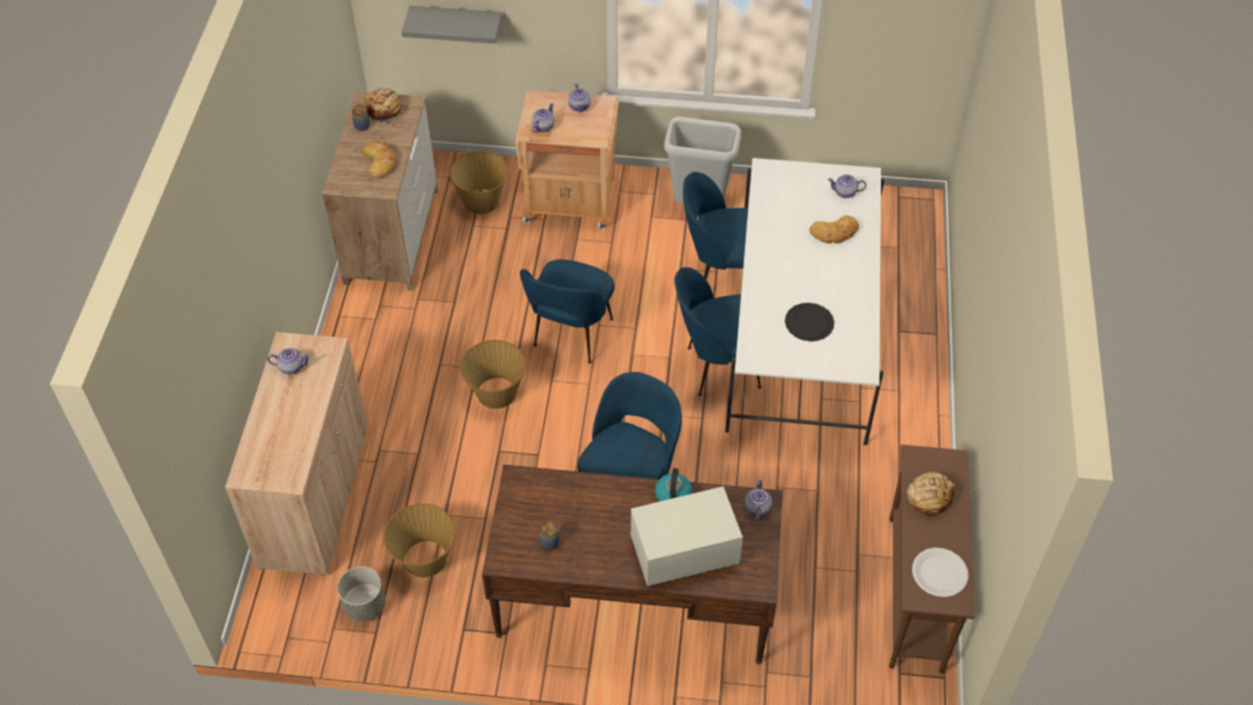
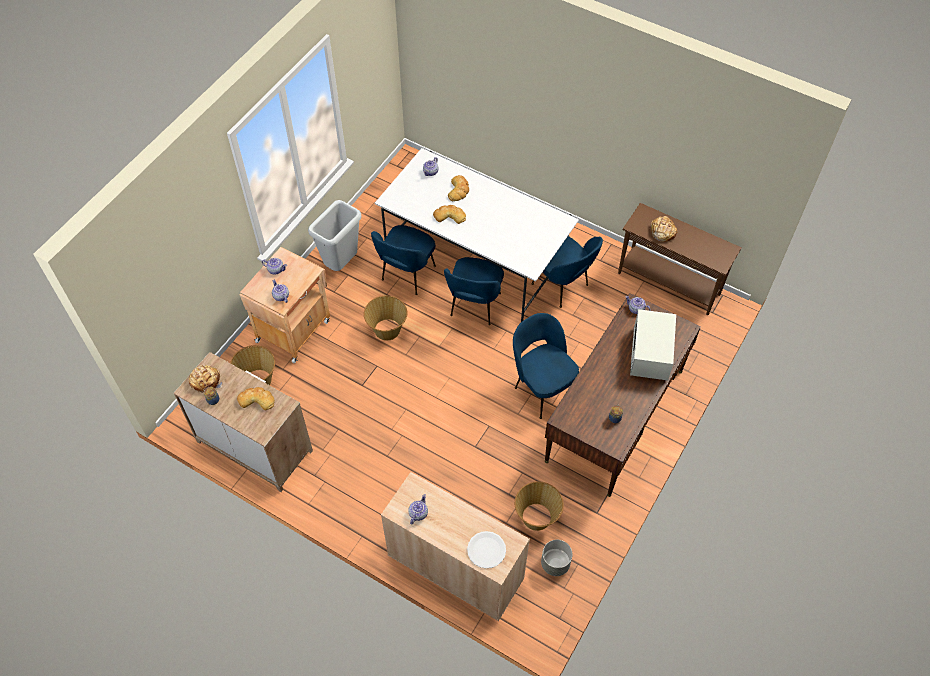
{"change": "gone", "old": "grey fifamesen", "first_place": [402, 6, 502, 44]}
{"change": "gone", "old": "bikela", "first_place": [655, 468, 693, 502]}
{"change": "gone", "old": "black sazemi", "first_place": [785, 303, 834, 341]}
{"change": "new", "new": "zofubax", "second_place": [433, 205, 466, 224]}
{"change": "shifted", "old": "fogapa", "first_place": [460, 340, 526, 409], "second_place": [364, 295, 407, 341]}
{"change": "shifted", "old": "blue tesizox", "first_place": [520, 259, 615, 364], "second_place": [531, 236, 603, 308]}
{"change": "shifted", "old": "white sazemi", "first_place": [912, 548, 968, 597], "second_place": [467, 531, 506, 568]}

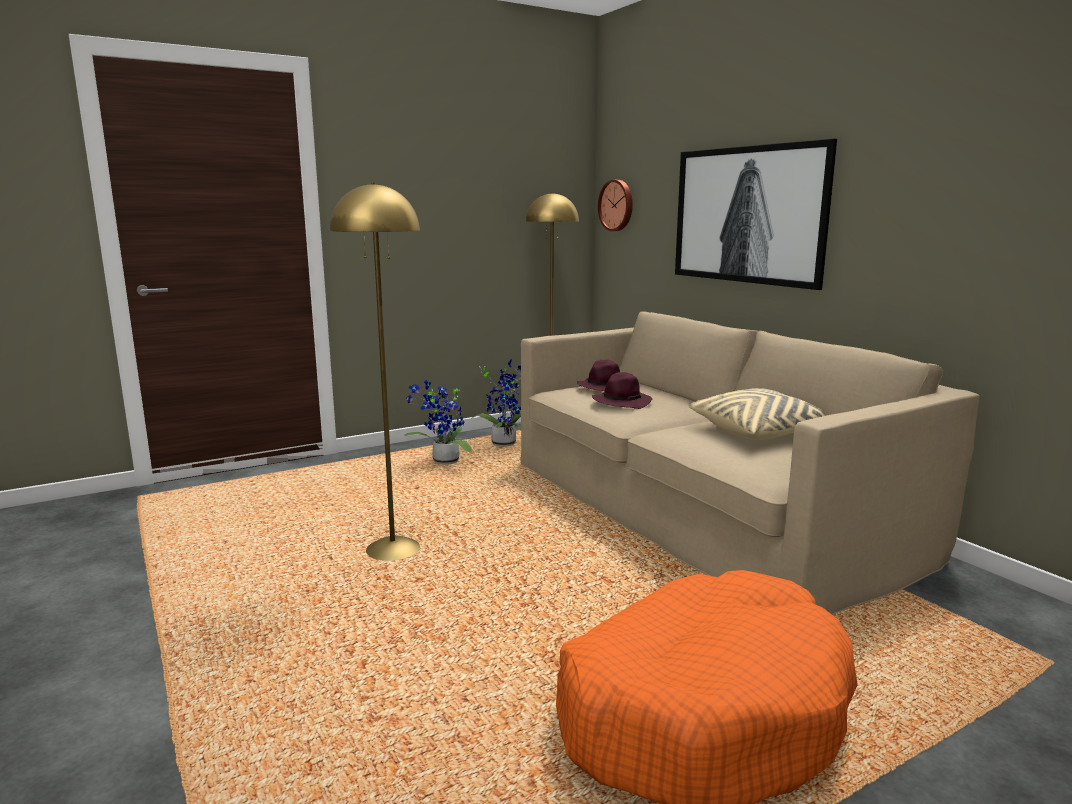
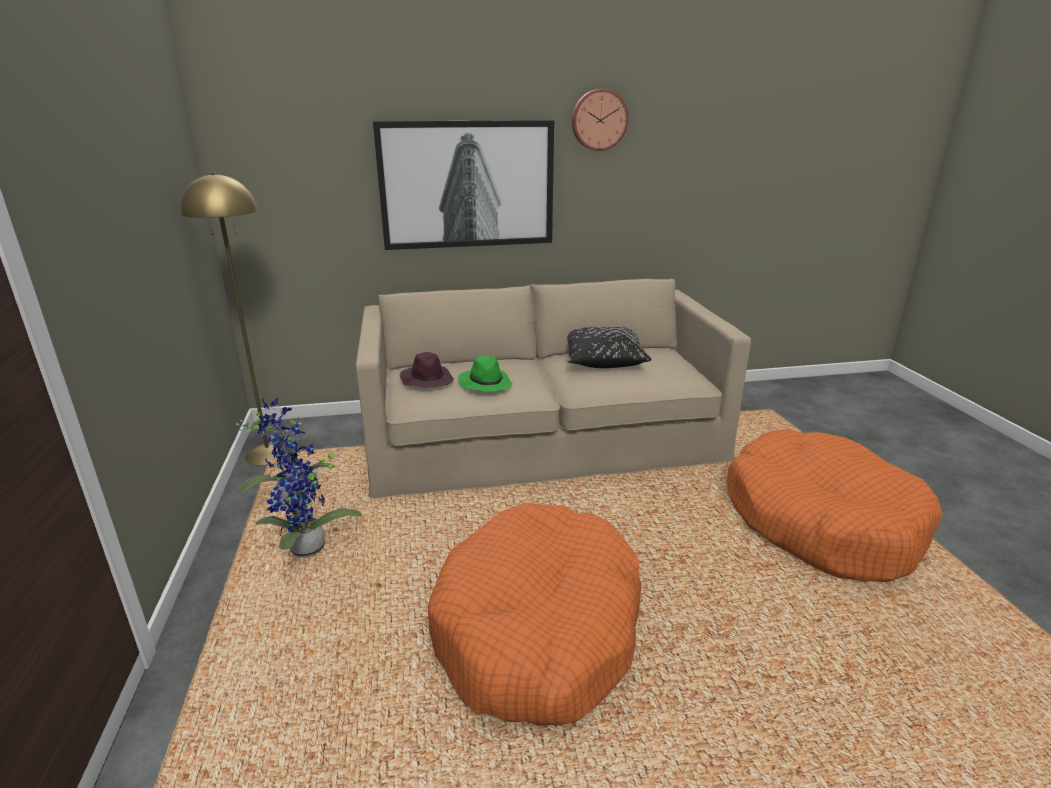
{"change": "shifted", "old": "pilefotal", "first_place": [598, 180, 633, 231], "second_place": [572, 89, 628, 151]}
{"change": "swapped", "old": "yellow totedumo", "new": "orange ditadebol", "first_place": [330, 182, 420, 561], "second_place": [428, 503, 642, 726]}
{"change": "repainted", "old": "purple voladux", "new": "green voladux", "first_place": [592, 372, 653, 409], "second_place": [458, 355, 513, 392]}
{"change": "repainted", "old": "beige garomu", "new": "black garomu", "first_place": [689, 388, 826, 440], "second_place": [567, 327, 651, 368]}

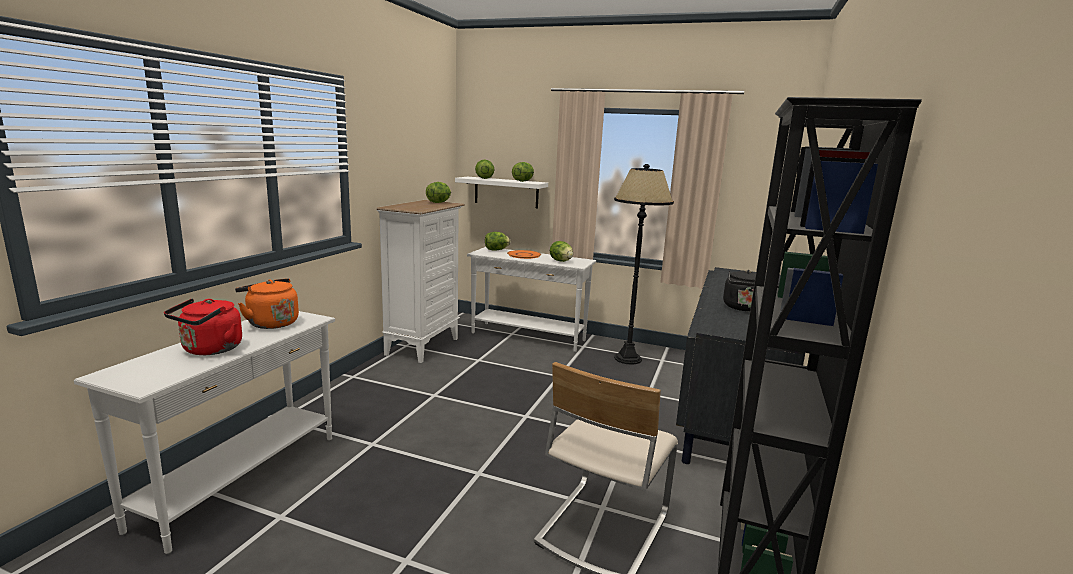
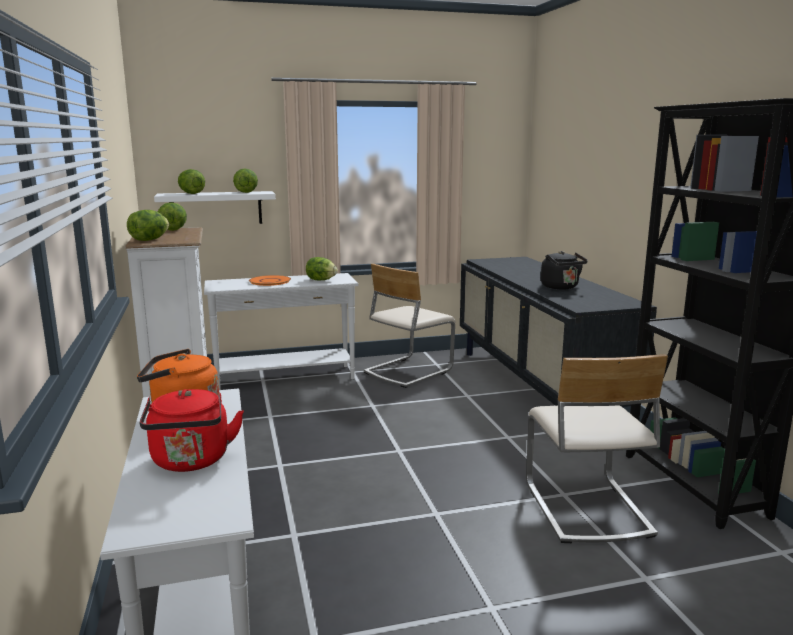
{"change": "shifted", "old": "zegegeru", "first_place": [485, 232, 510, 251], "second_place": [127, 210, 169, 241]}
{"change": "swapped", "old": "black totedumo", "new": "beige tesizox", "first_place": [614, 164, 674, 365], "second_place": [364, 264, 456, 388]}

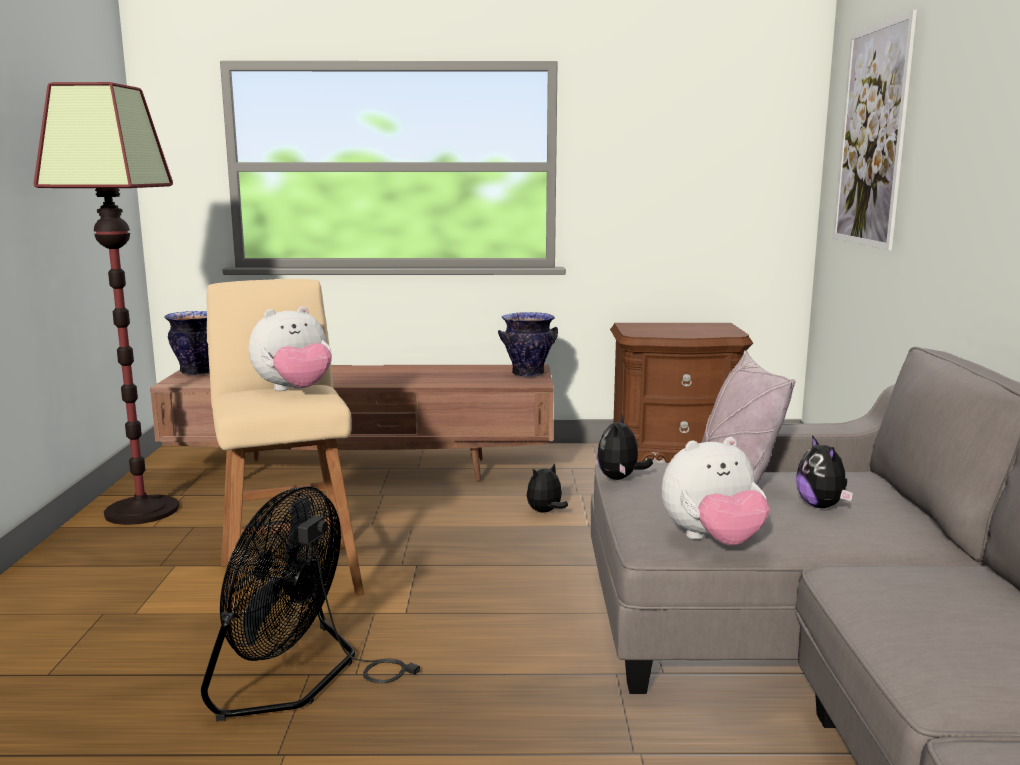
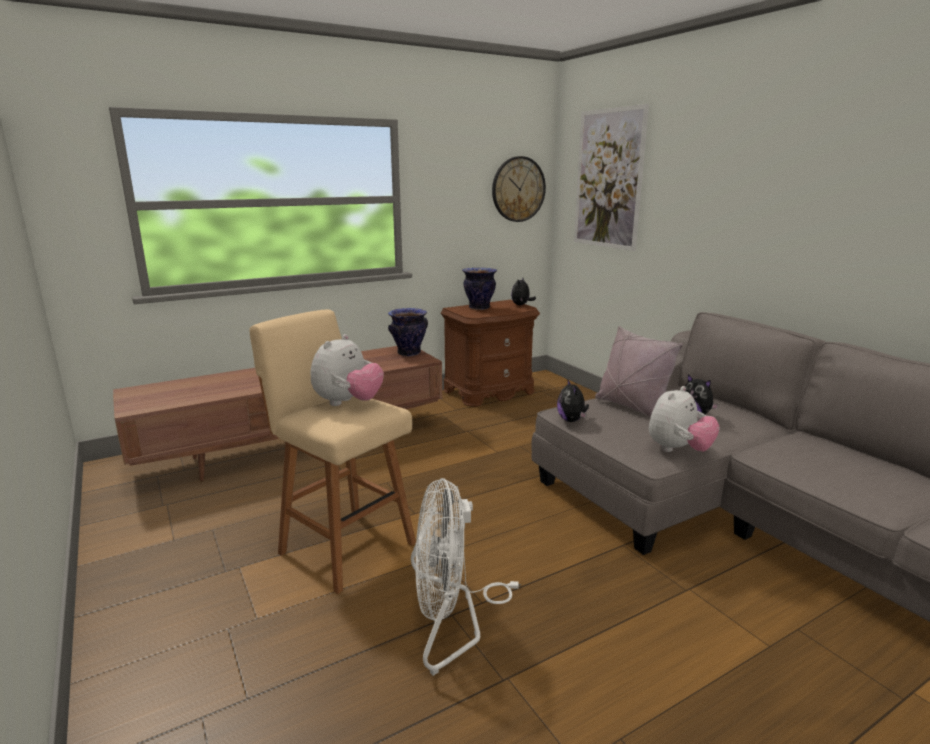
{"change": "gone", "old": "totedumo", "first_place": [33, 82, 179, 525]}
{"change": "new", "new": "pilefotal", "second_place": [492, 156, 546, 222]}
{"change": "shifted", "old": "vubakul", "first_place": [164, 311, 210, 375], "second_place": [462, 268, 497, 310]}
{"change": "shifted", "old": "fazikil", "first_place": [527, 463, 568, 513], "second_place": [511, 279, 536, 305]}
{"change": "repainted", "old": "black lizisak", "new": "white lizisak", "first_place": [201, 486, 420, 722], "second_place": [411, 478, 521, 676]}

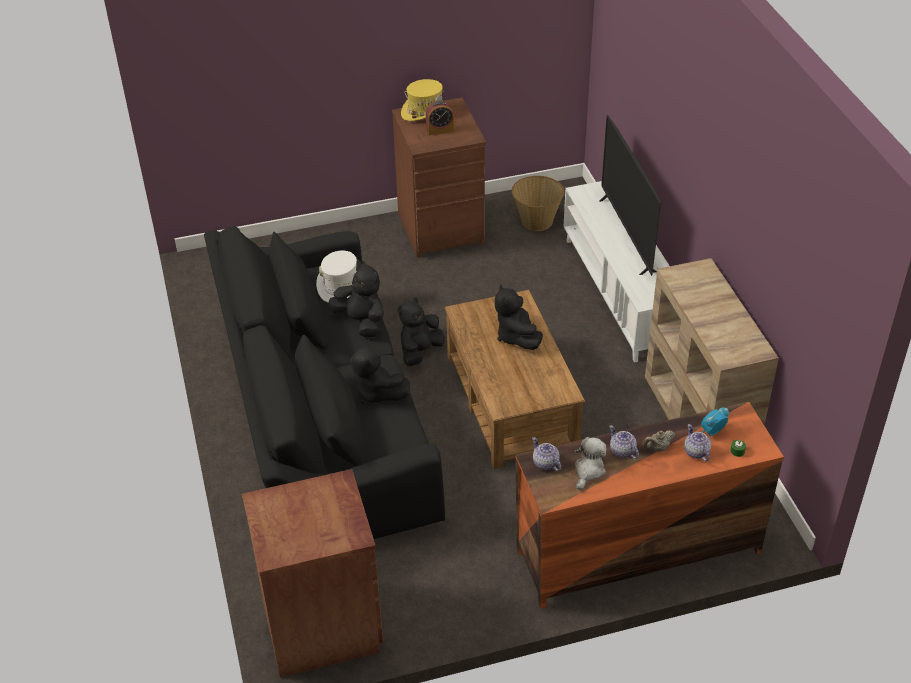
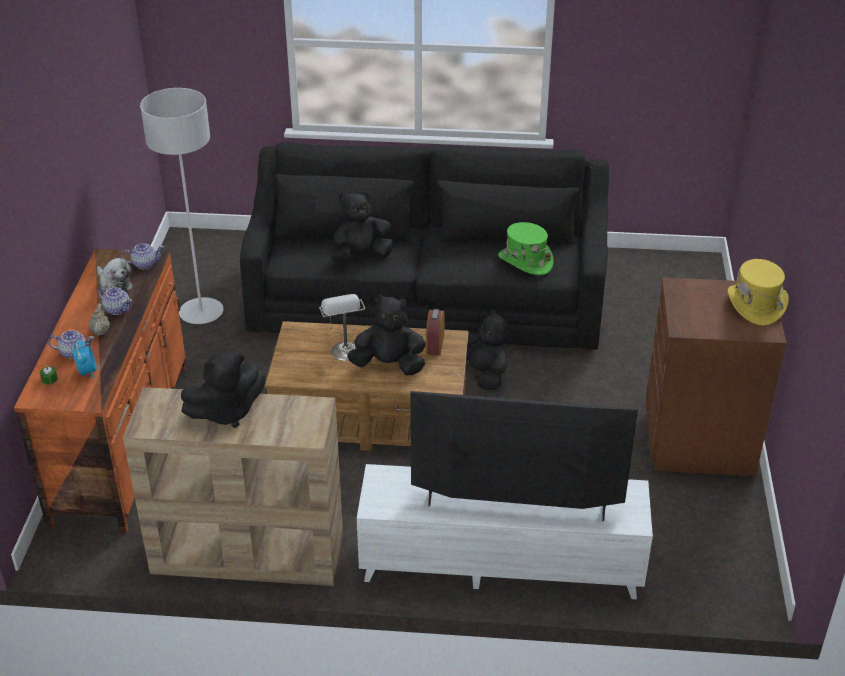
{"change": "gone", "old": "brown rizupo", "first_place": [242, 469, 383, 678]}
{"change": "gone", "old": "fogapa", "first_place": [511, 176, 564, 231]}
{"change": "new", "new": "grey totedumo", "second_place": [140, 88, 224, 324]}
{"change": "new", "new": "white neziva", "second_place": [319, 294, 365, 361]}
{"change": "shifted", "old": "black fazikil", "first_place": [328, 261, 384, 337], "second_place": [181, 350, 266, 428]}
{"change": "shifted", "old": "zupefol", "first_place": [426, 101, 454, 135], "second_place": [426, 309, 445, 356]}
{"change": "repainted", "old": "white voladux", "new": "green voladux", "first_place": [316, 250, 357, 303], "second_place": [498, 222, 554, 275]}
{"change": "rotated", "old": "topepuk", "first_place": [609, 425, 639, 459], "second_place": [98, 287, 132, 315], "degrees": 45}

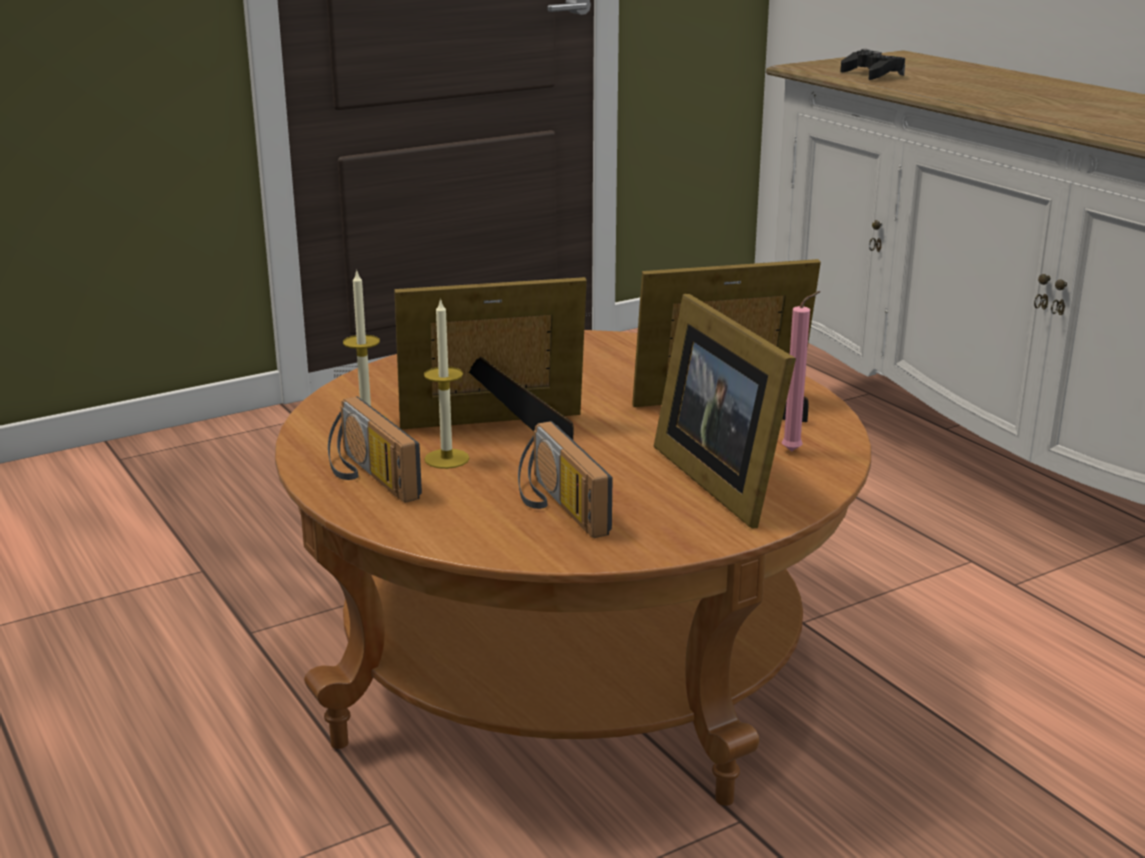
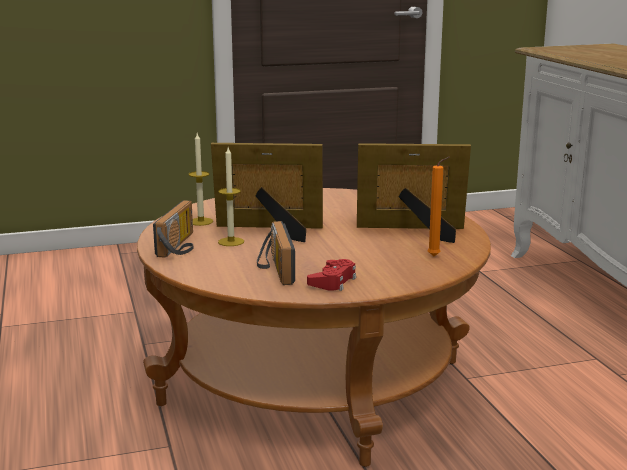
{"change": "gone", "old": "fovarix", "first_place": [654, 294, 796, 528]}
{"change": "gone", "old": "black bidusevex", "first_place": [840, 49, 905, 80]}
{"change": "new", "new": "red bidusevex", "second_place": [307, 259, 356, 291]}
{"change": "repainted", "old": "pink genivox", "new": "orange genivox", "first_place": [782, 291, 821, 452], "second_place": [428, 157, 450, 256]}
{"change": "rotated", "old": "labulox", "first_place": [328, 396, 422, 503], "second_place": [153, 200, 194, 258], "degrees": -150}

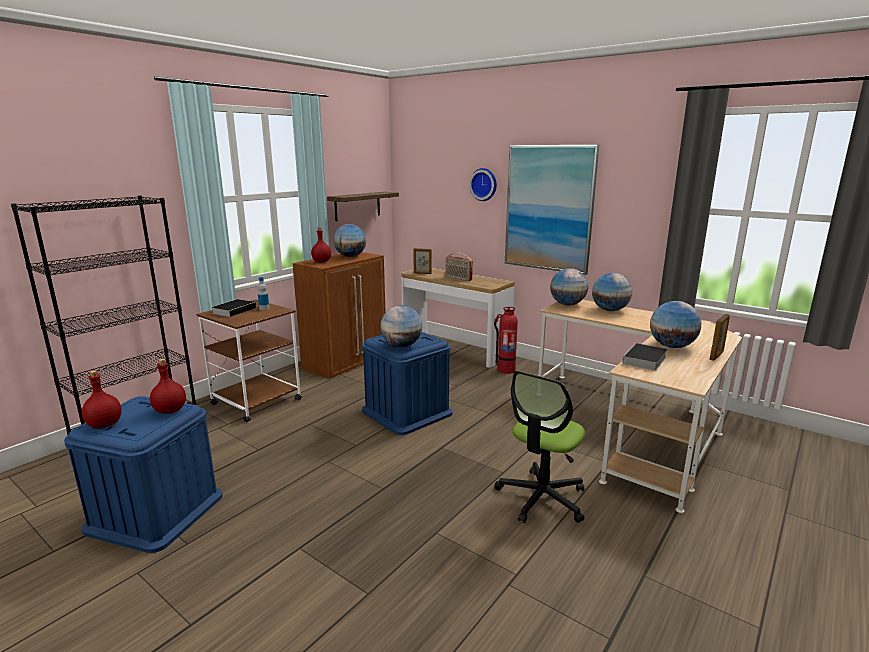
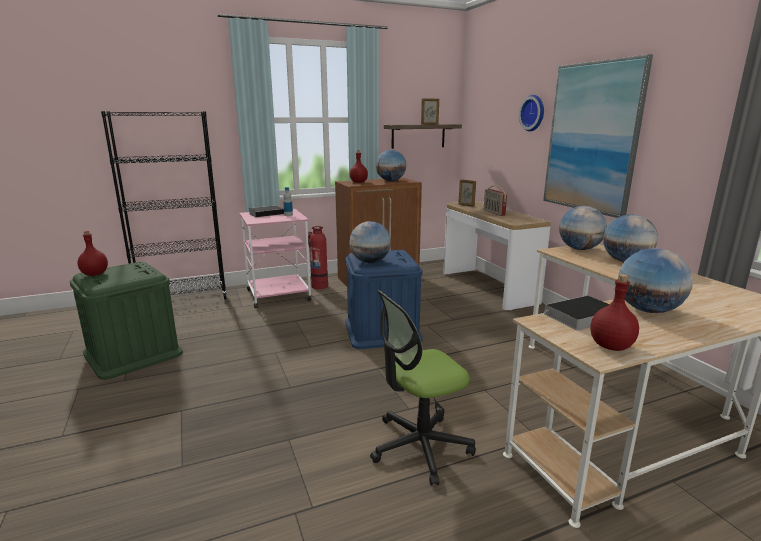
{"change": "shifted", "old": "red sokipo", "first_place": [150, 359, 186, 414], "second_place": [591, 274, 639, 351]}
{"change": "shifted", "old": "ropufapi", "first_place": [494, 307, 518, 374], "second_place": [308, 226, 328, 289]}
{"change": "shifted", "old": "fovarix", "first_place": [710, 314, 730, 361], "second_place": [421, 98, 439, 125]}
{"change": "repainted", "old": "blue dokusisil", "new": "green dokusisil", "first_place": [64, 396, 223, 553], "second_place": [70, 262, 183, 380]}
{"change": "repainted", "old": "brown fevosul", "new": "pink fevosul", "first_place": [196, 299, 302, 422], "second_place": [239, 209, 312, 308]}

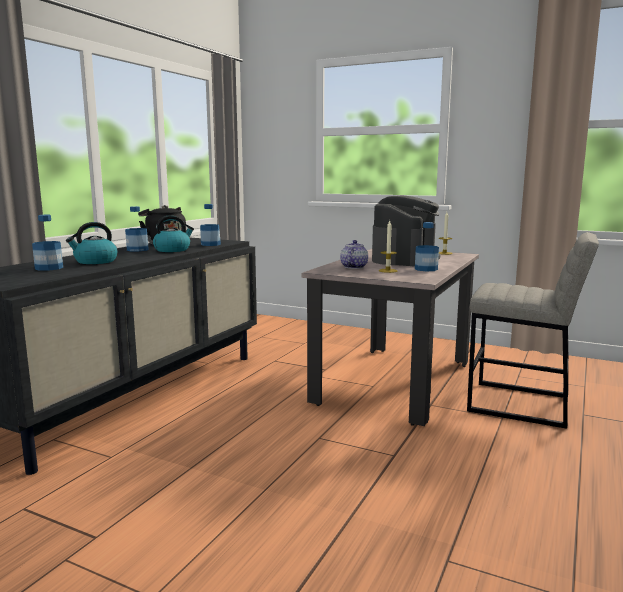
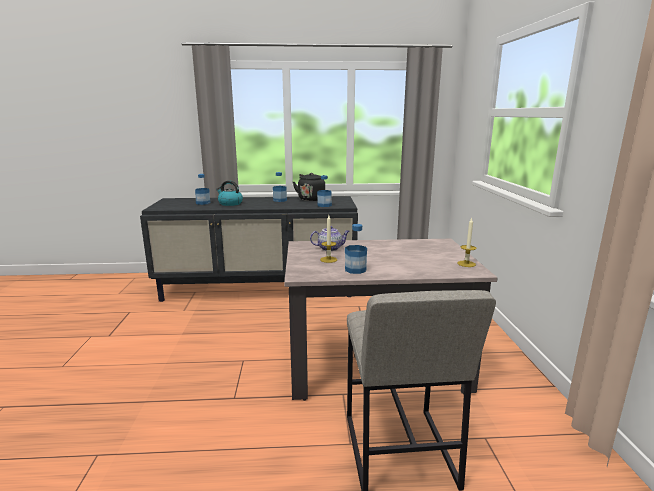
{"change": "gone", "old": "bikela", "first_place": [153, 215, 194, 252]}
{"change": "gone", "old": "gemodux", "first_place": [372, 195, 440, 266]}

